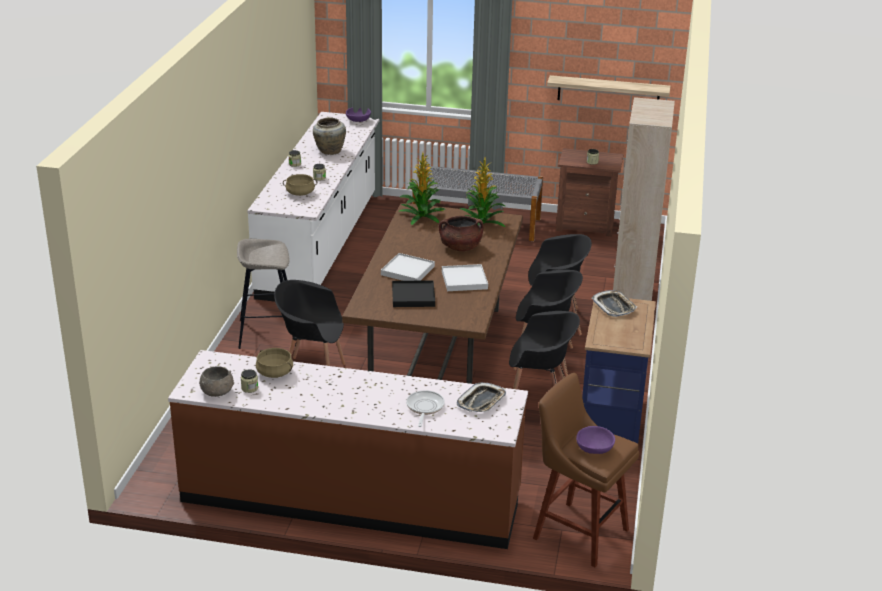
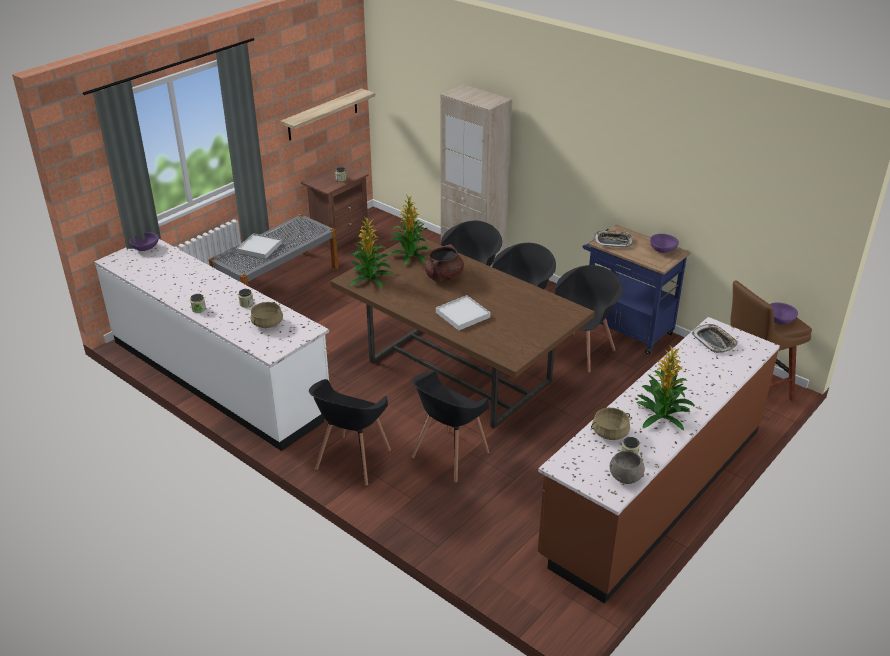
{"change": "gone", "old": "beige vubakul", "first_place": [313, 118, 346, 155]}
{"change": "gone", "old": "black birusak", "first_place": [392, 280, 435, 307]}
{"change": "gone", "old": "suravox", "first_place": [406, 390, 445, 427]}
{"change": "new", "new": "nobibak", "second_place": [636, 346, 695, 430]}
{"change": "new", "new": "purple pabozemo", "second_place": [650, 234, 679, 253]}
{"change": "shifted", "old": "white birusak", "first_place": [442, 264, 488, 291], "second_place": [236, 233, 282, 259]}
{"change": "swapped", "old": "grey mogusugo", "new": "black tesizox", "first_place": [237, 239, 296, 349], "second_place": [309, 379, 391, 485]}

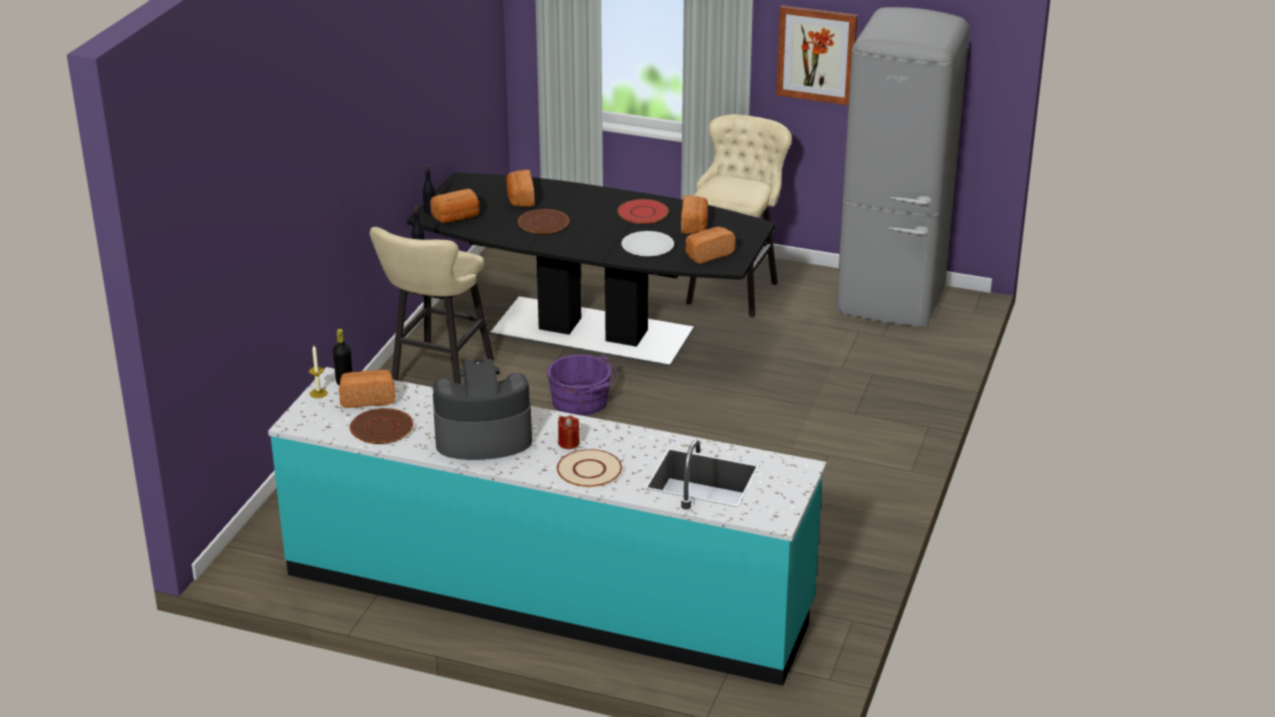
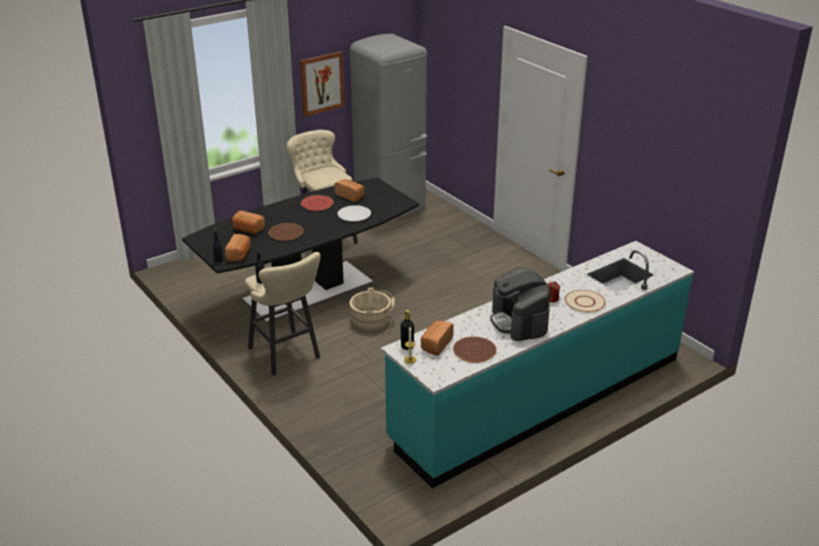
{"change": "gone", "old": "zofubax", "first_place": [685, 227, 735, 264]}
{"change": "repainted", "old": "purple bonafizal", "new": "beige bonafizal", "first_place": [547, 354, 618, 416], "second_place": [350, 288, 395, 331]}
{"change": "rotated", "old": "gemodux", "first_place": [433, 359, 532, 460], "second_place": [490, 268, 550, 341], "degrees": -45}

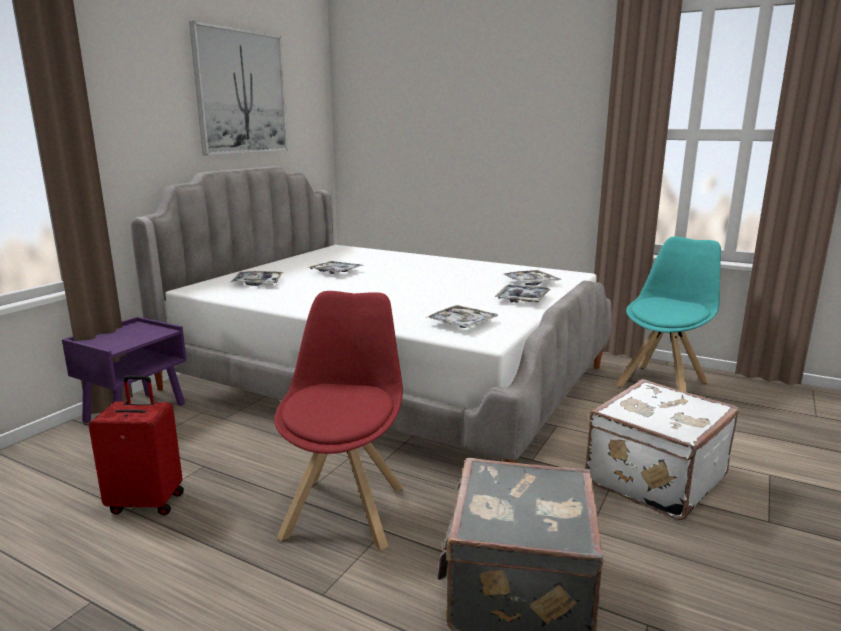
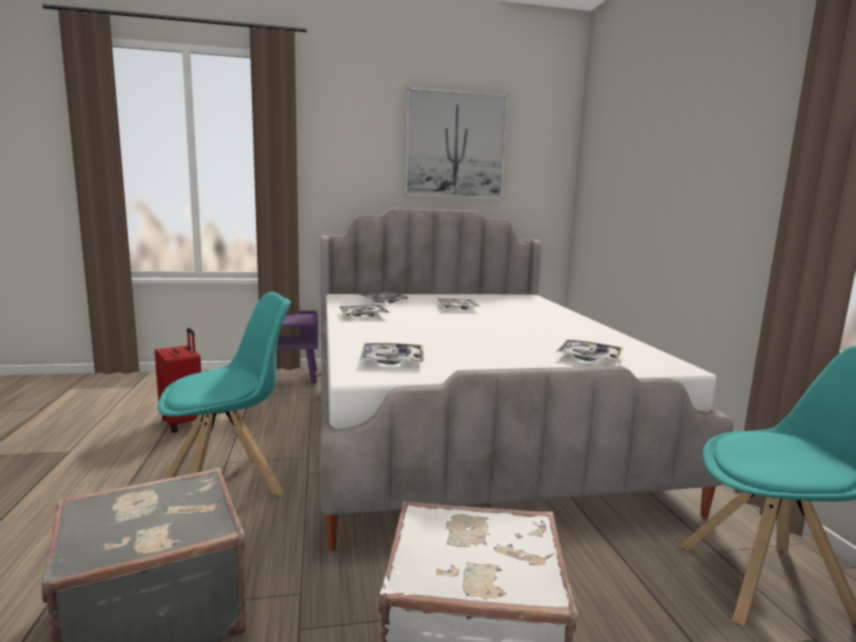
{"change": "shifted", "old": "birusak", "first_place": [494, 285, 551, 303], "second_place": [339, 305, 389, 317]}
{"change": "repainted", "old": "red tesizox", "new": "turquoise tesizox", "first_place": [274, 291, 403, 550], "second_place": [158, 292, 291, 496]}

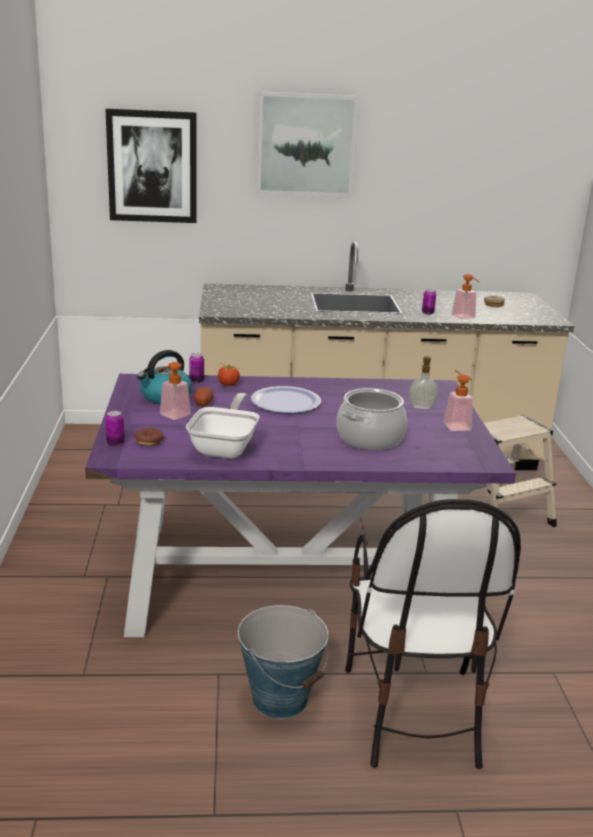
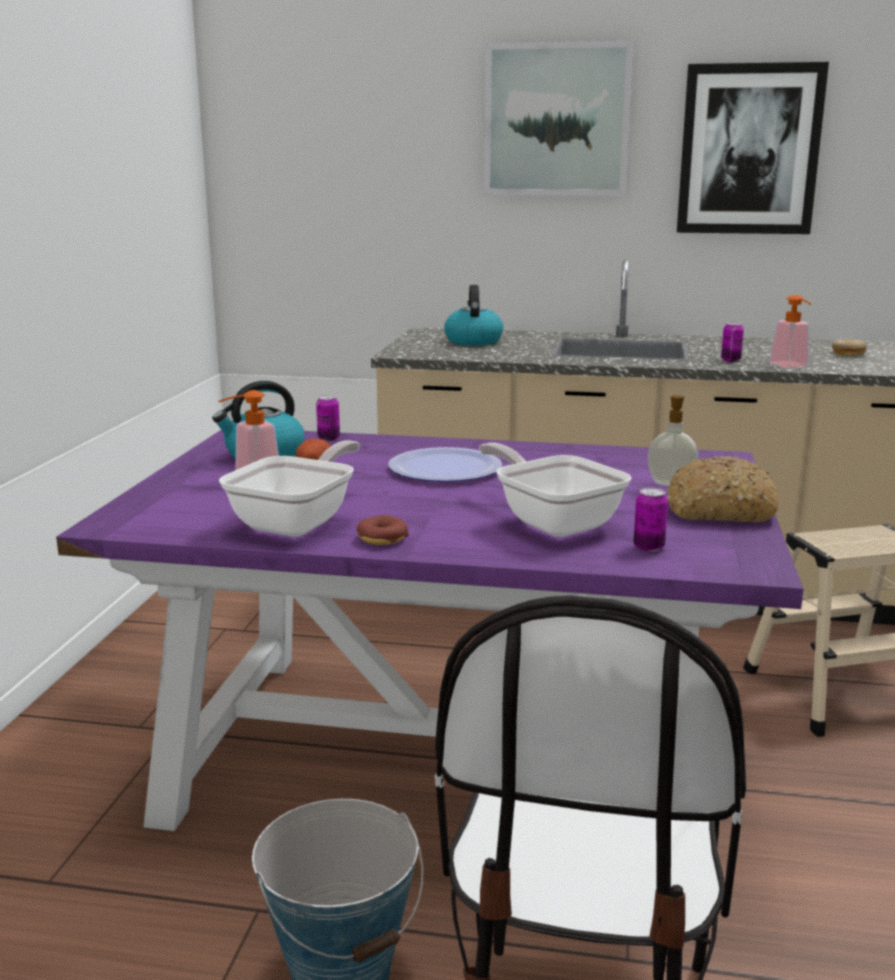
{"change": "gone", "old": "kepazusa", "first_place": [217, 362, 240, 386]}
{"change": "new", "new": "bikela", "second_place": [444, 285, 503, 346]}
{"change": "shifted", "old": "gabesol", "first_place": [106, 109, 197, 223], "second_place": [677, 62, 829, 234]}
{"change": "shifted", "old": "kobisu", "first_place": [106, 411, 124, 447], "second_place": [633, 488, 668, 552]}
{"change": "shifted", "old": "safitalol", "first_place": [134, 428, 164, 446], "second_place": [357, 515, 409, 545]}
{"change": "swapped", "old": "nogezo", "new": "suravox", "first_place": [337, 388, 407, 450], "second_place": [479, 443, 632, 537]}
{"change": "swapped", "old": "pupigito", "new": "zofubax", "first_place": [443, 370, 473, 431], "second_place": [667, 456, 779, 522]}

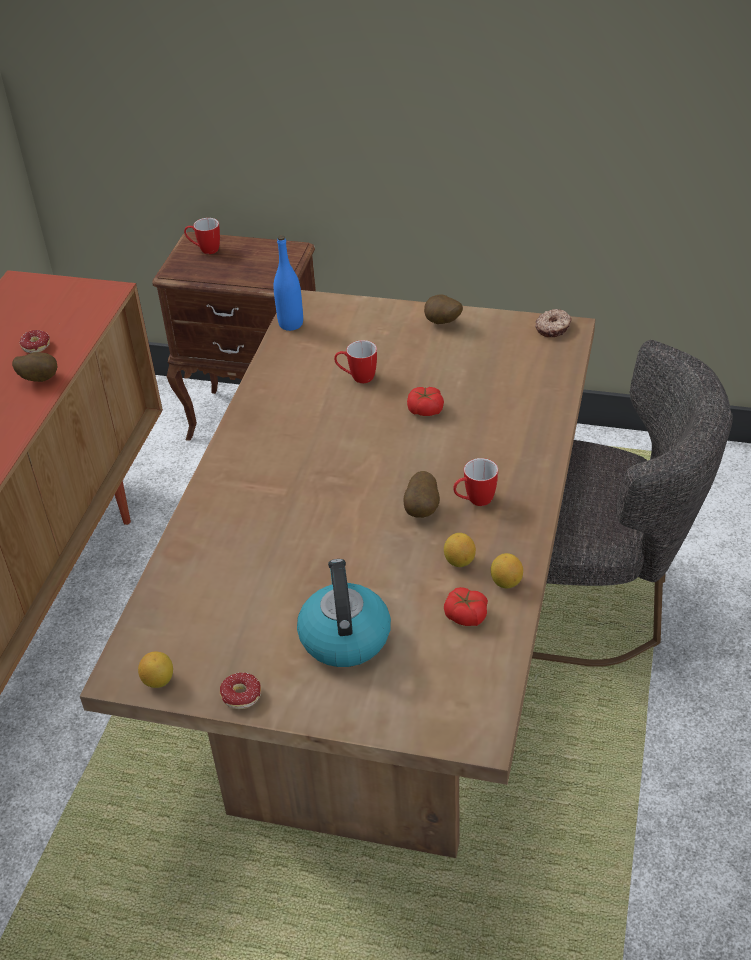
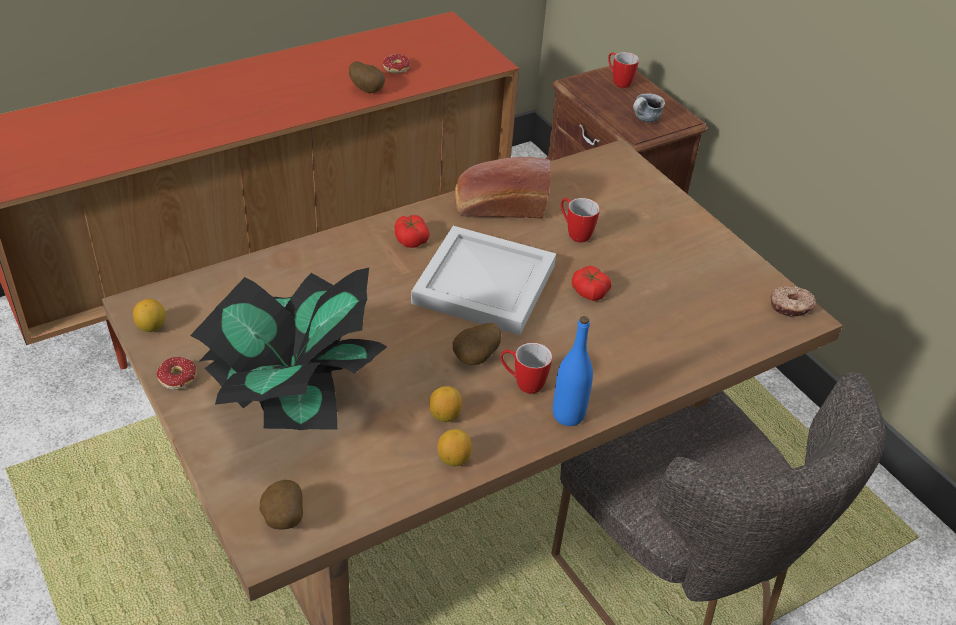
{"change": "new", "new": "white birusak", "second_place": [411, 226, 556, 335]}
{"change": "new", "new": "zofubax", "second_place": [455, 157, 551, 219]}
{"change": "new", "new": "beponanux", "second_place": [633, 93, 665, 122]}
{"change": "shifted", "old": "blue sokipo", "first_place": [274, 235, 303, 331], "second_place": [553, 316, 593, 426]}
{"change": "shifted", "old": "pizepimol", "first_place": [424, 294, 463, 324], "second_place": [259, 480, 303, 530]}
{"change": "shifted", "old": "kepazusa", "first_place": [444, 587, 488, 626], "second_place": [394, 215, 430, 248]}
{"change": "swapped", "old": "bikela", "new": "nobibak", "first_place": [297, 559, 391, 667], "second_place": [190, 268, 387, 430]}

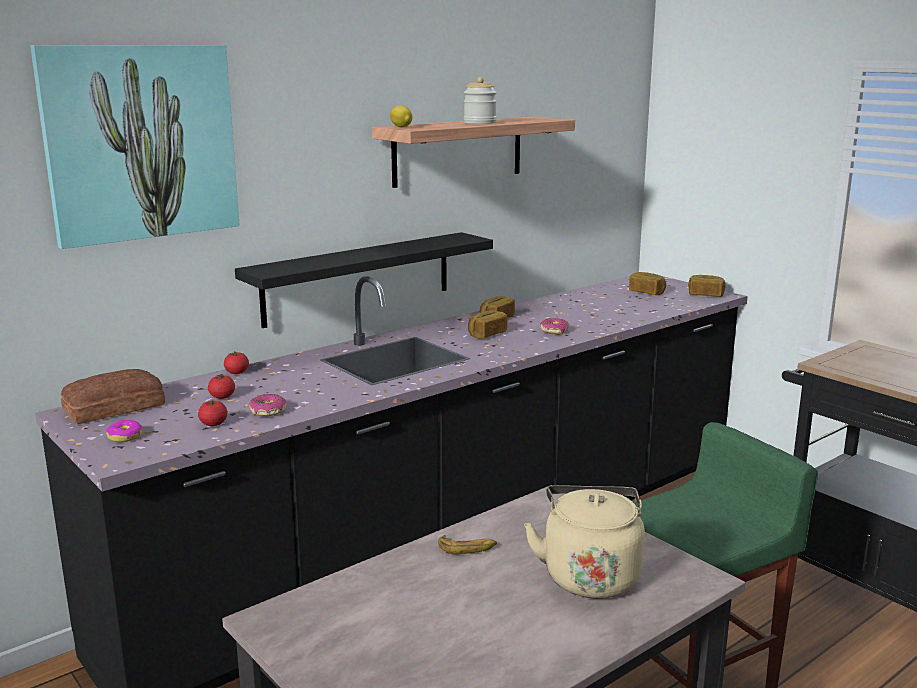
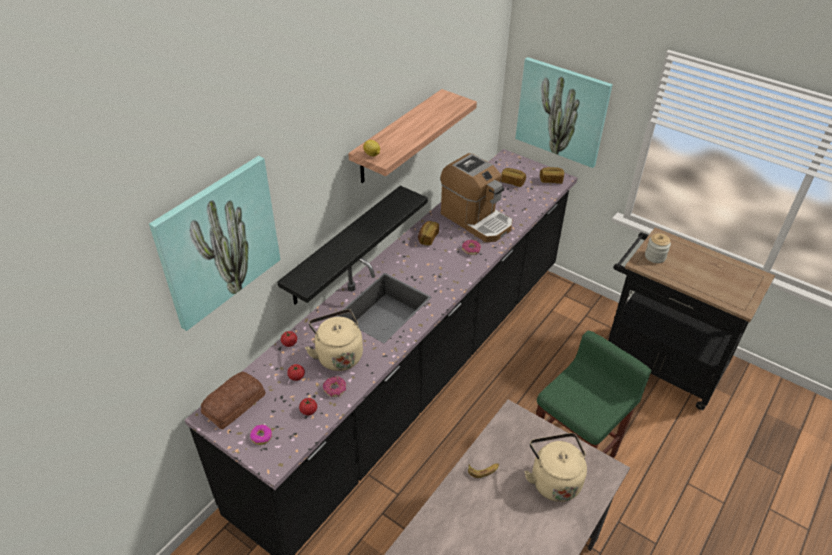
{"change": "gone", "old": "zofubax", "first_place": [468, 310, 507, 338]}
{"change": "new", "new": "beige bikela", "second_place": [305, 309, 363, 371]}
{"change": "new", "new": "gemodux", "second_place": [441, 153, 512, 242]}
{"change": "new", "new": "gabesol", "second_place": [515, 57, 613, 168]}
{"change": "shifted", "old": "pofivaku", "first_place": [464, 77, 497, 124], "second_place": [645, 233, 671, 263]}

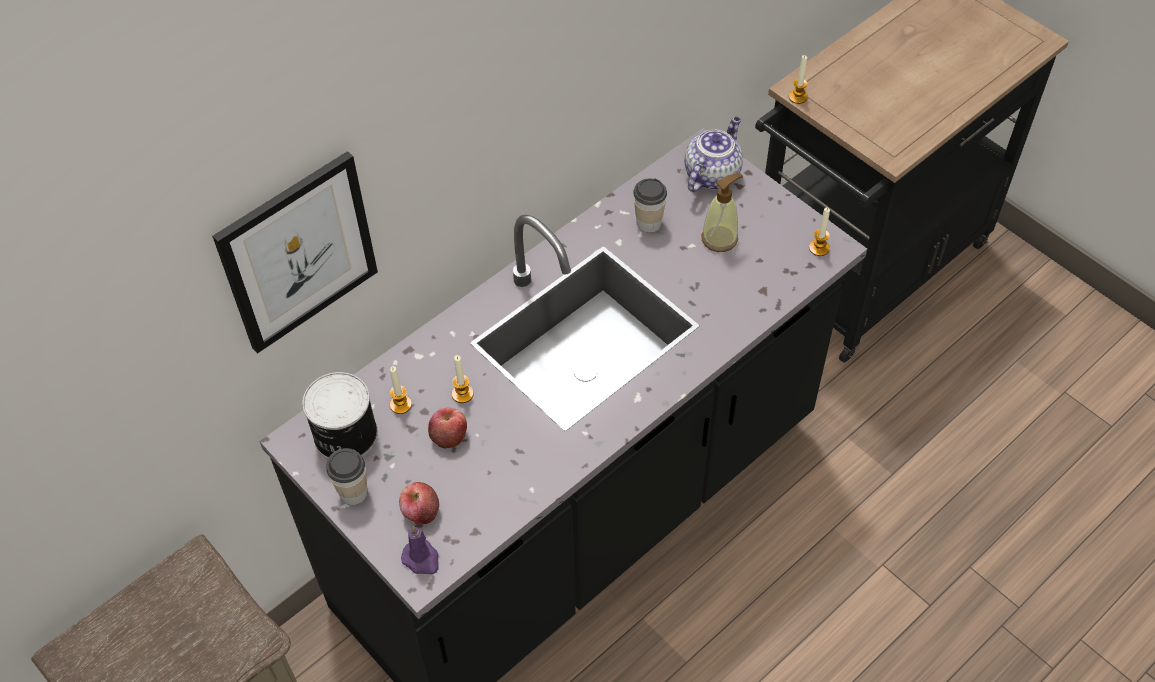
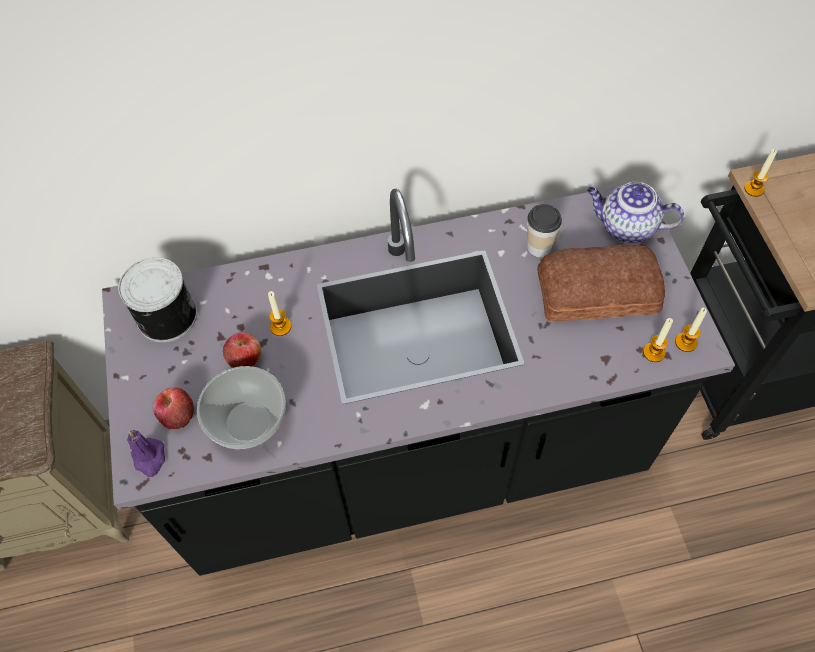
{"change": "gone", "old": "gabesol", "first_place": [212, 151, 378, 354]}
{"change": "gone", "old": "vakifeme", "first_place": [326, 448, 367, 505]}
{"change": "new", "new": "pabozemo", "second_place": [197, 366, 286, 449]}
{"change": "shifted", "old": "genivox", "first_place": [390, 366, 412, 414], "second_place": [643, 318, 673, 362]}
{"change": "swapped", "old": "pupigito", "new": "zofubax", "first_place": [702, 173, 743, 252], "second_place": [537, 245, 665, 321]}
{"change": "rotated", "old": "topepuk", "first_place": [684, 117, 743, 192], "second_place": [587, 182, 684, 243], "degrees": -135}

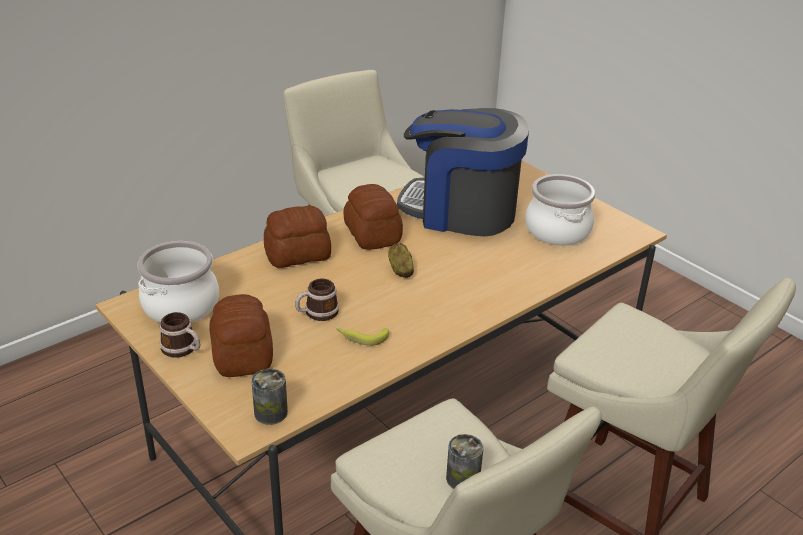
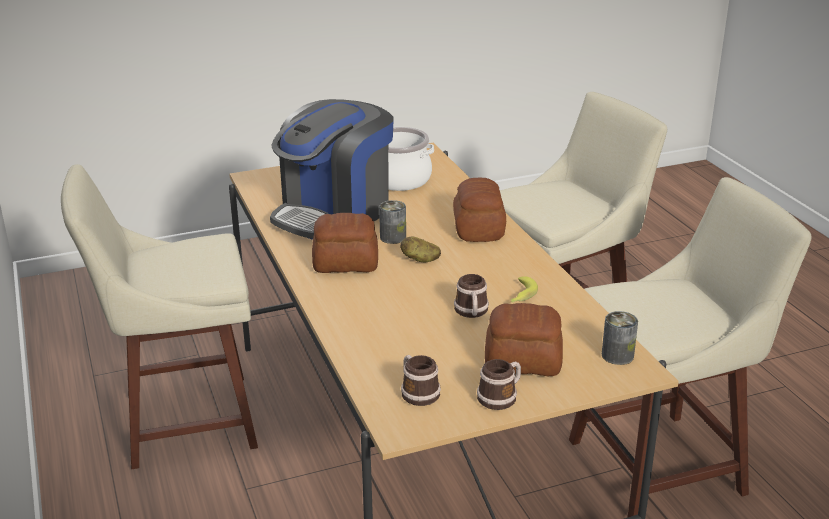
{"change": "shifted", "old": "zofubax", "first_place": [264, 205, 331, 268], "second_place": [453, 178, 506, 242]}
{"change": "shifted", "old": "kobisu", "first_place": [446, 434, 483, 489], "second_place": [379, 200, 406, 244]}
{"change": "swapped", "old": "nogezo", "new": "beponanux", "first_place": [137, 241, 219, 323], "second_place": [401, 355, 441, 406]}

